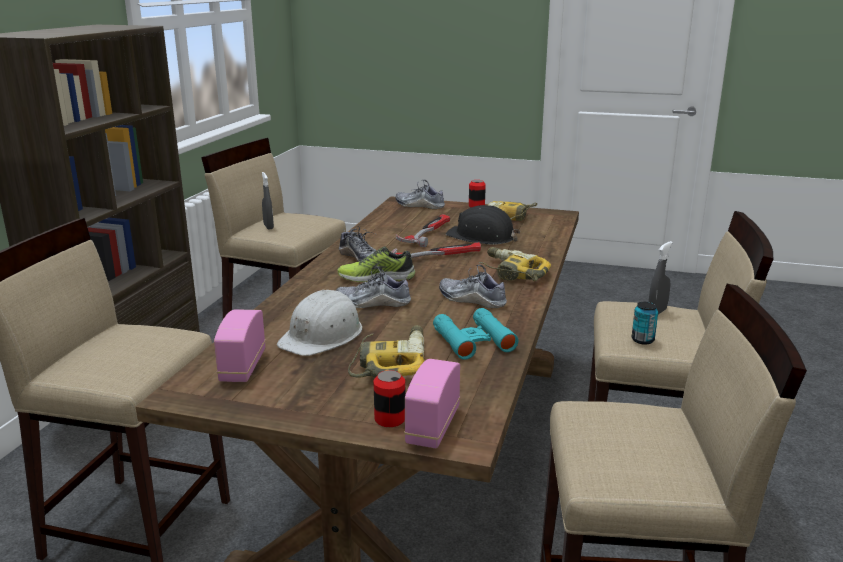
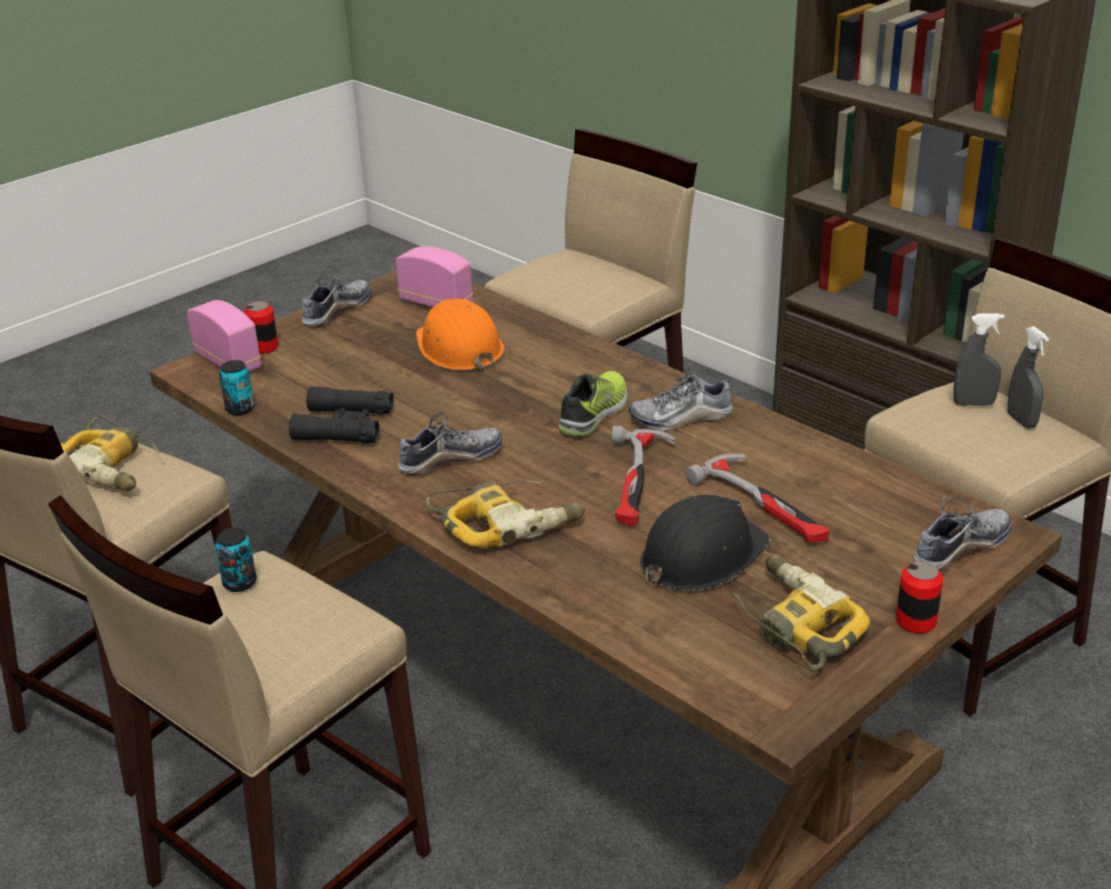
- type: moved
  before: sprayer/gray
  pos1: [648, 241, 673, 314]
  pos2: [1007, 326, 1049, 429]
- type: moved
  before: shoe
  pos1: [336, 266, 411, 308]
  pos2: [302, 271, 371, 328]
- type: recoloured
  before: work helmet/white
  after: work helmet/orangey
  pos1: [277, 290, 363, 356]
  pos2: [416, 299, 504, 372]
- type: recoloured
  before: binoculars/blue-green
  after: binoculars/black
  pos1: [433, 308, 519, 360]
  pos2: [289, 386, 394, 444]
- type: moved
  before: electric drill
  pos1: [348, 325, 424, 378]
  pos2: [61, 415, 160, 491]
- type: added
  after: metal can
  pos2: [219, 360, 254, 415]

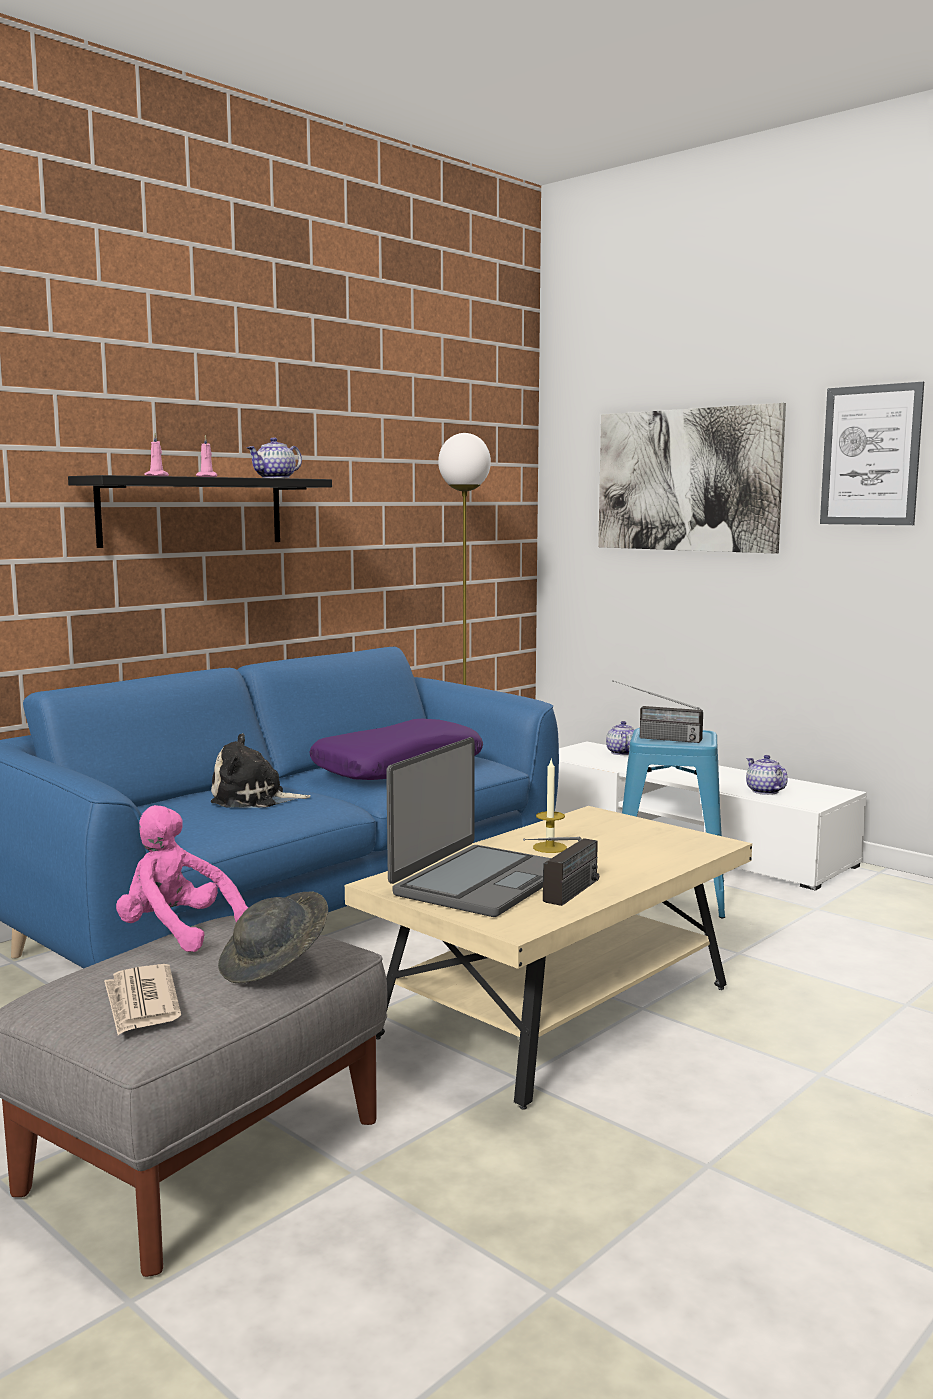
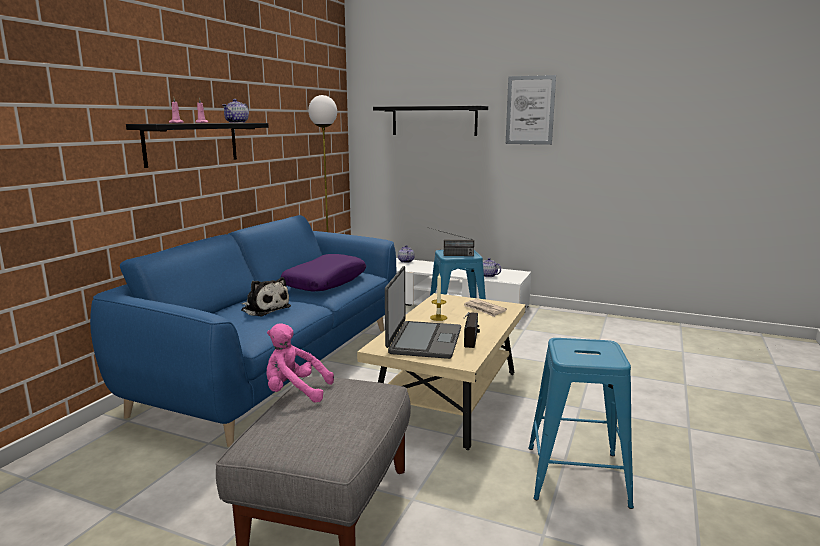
- type: replaced
  before: wall art
  after: bracket shelf/black
  pos1: [598, 403, 786, 554]
  pos2: [373, 106, 488, 136]
- type: turned
  before: soft toy
  pos1: [210, 733, 311, 808]
  pos2: [242, 277, 291, 316]
  turn: -120
- type: removed
  before: hat/gray
  pos1: [218, 891, 328, 983]
- type: moved
  before: daily paper
  pos1: [104, 964, 181, 1035]
  pos2: [463, 299, 507, 317]
- type: added
  after: sitting stool/blue
  pos2: [528, 338, 634, 509]

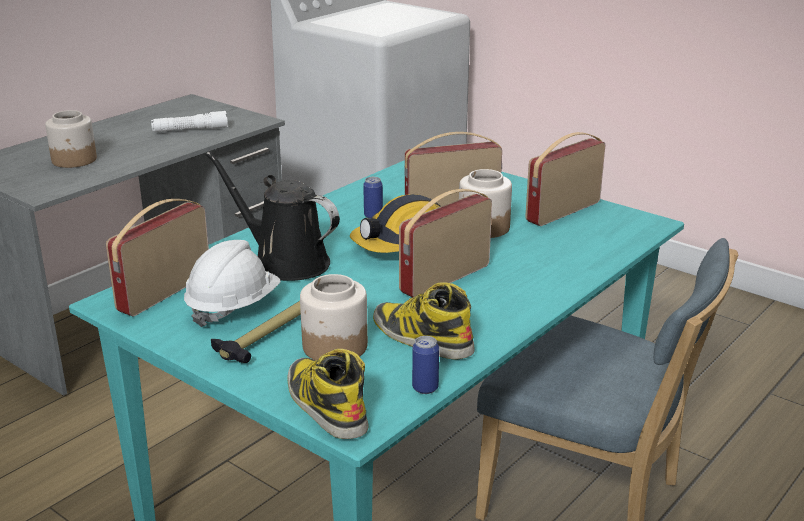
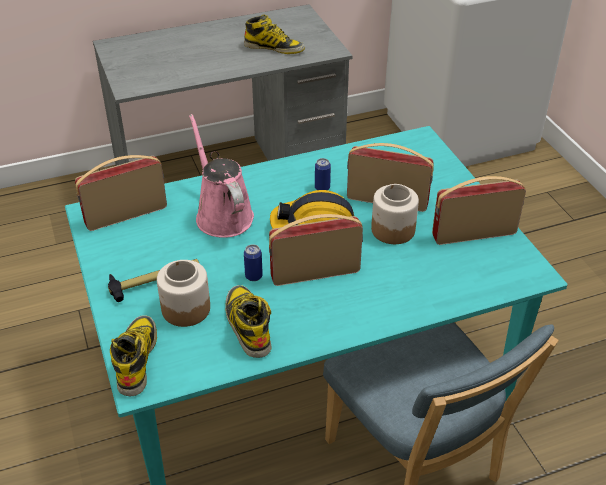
- type: removed
  before: jar
  pos1: [45, 110, 97, 168]
- type: replaced
  before: torch/white
  after: high-top boot
  pos1: [151, 111, 228, 132]
  pos2: [244, 14, 305, 54]
- type: recoloured
  before: sprinkling can/black
  after: sprinkling can/pink-coloured
  pos1: [206, 152, 340, 281]
  pos2: [189, 114, 254, 238]
- type: removed
  before: work helmet/white
  pos1: [184, 240, 281, 327]
- type: moved
  before: metal can
  pos1: [412, 336, 439, 394]
  pos2: [244, 244, 263, 281]

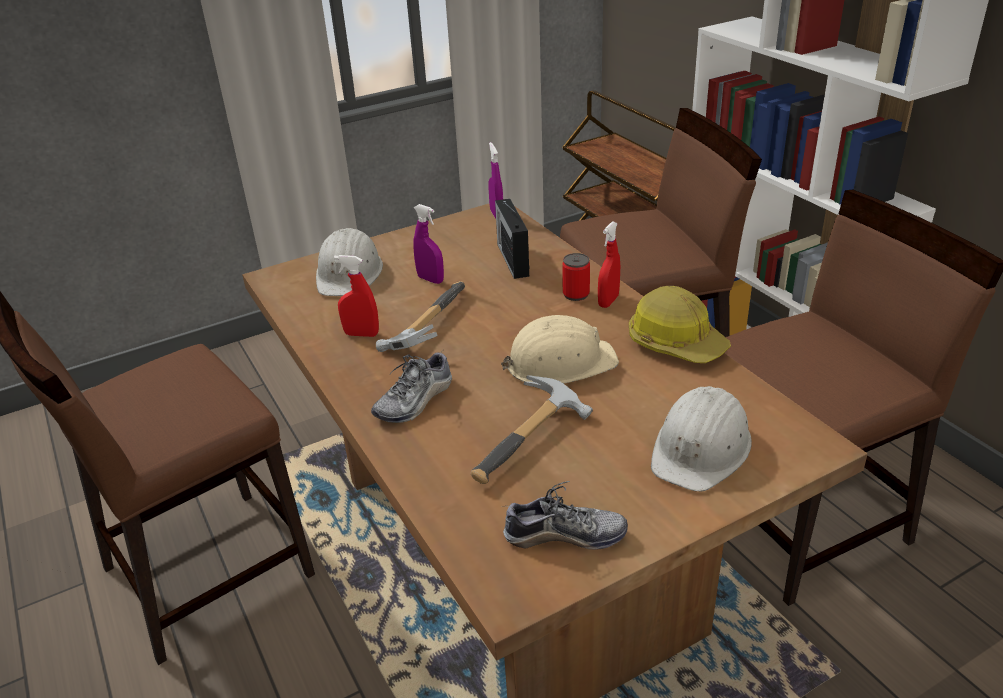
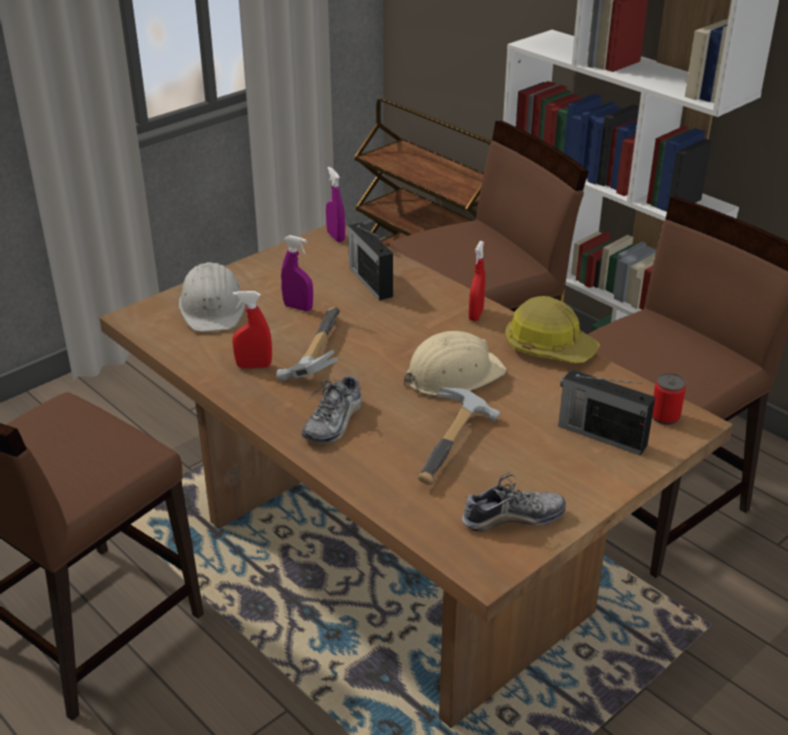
- type: moved
  before: metal can
  pos1: [562, 253, 590, 301]
  pos2: [652, 373, 686, 425]
- type: replaced
  before: work helmet/white
  after: radio set
  pos1: [651, 386, 752, 492]
  pos2: [558, 369, 655, 455]

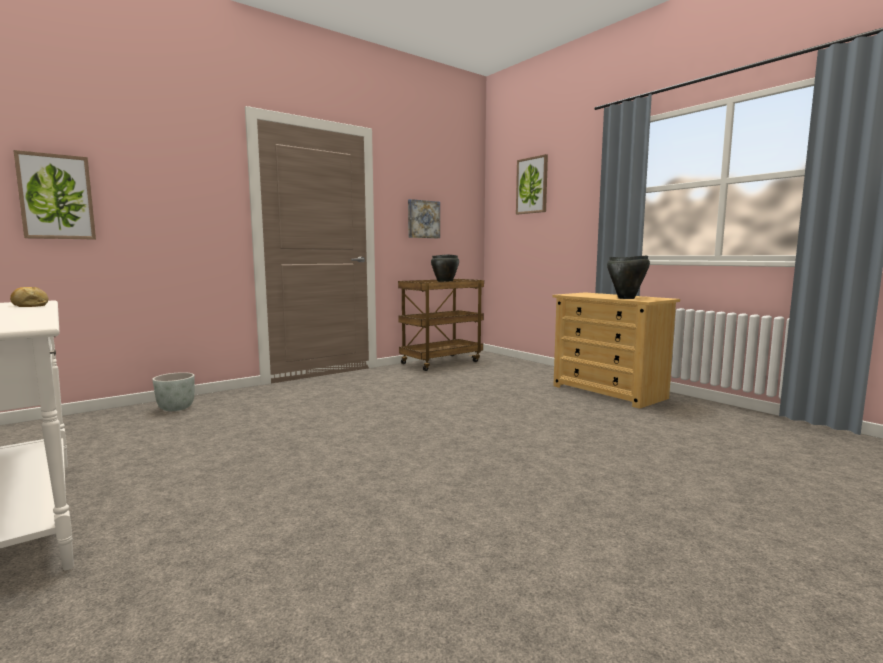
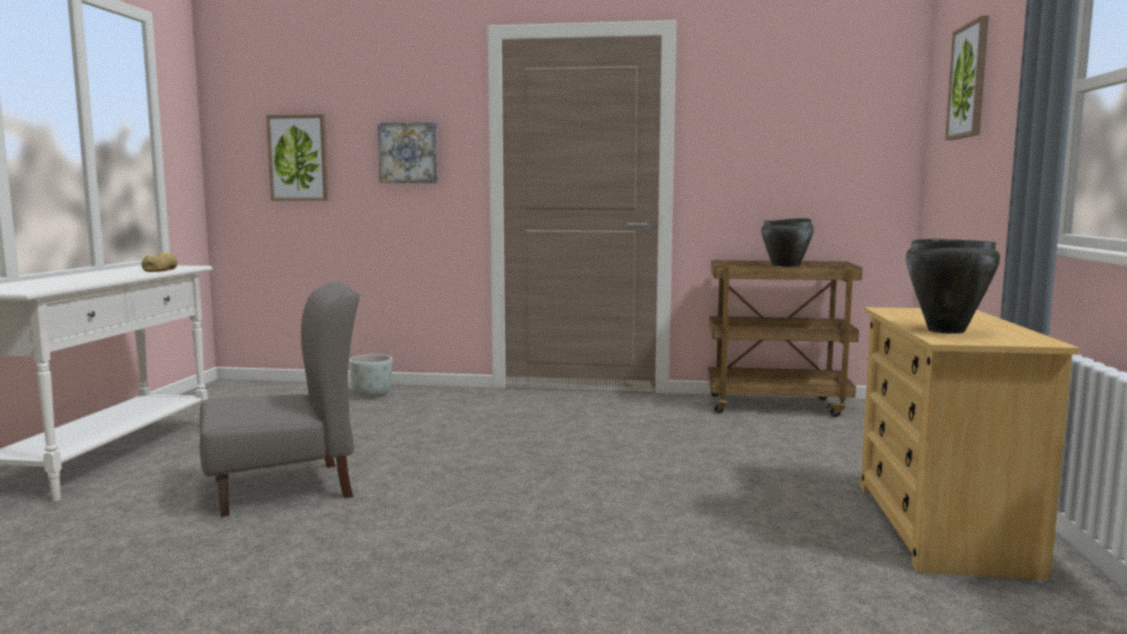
- type: moved
  before: wall art
  pos1: [408, 199, 440, 238]
  pos2: [378, 122, 438, 183]
- type: added
  after: upright chair/gray
  pos2: [200, 282, 359, 517]

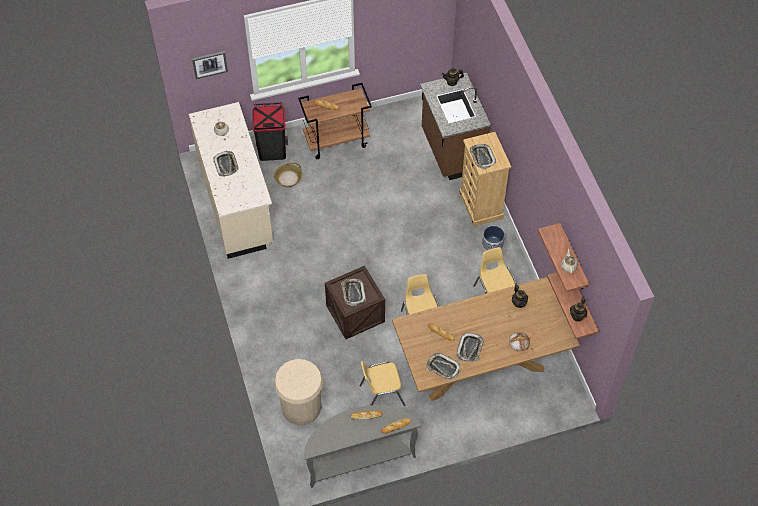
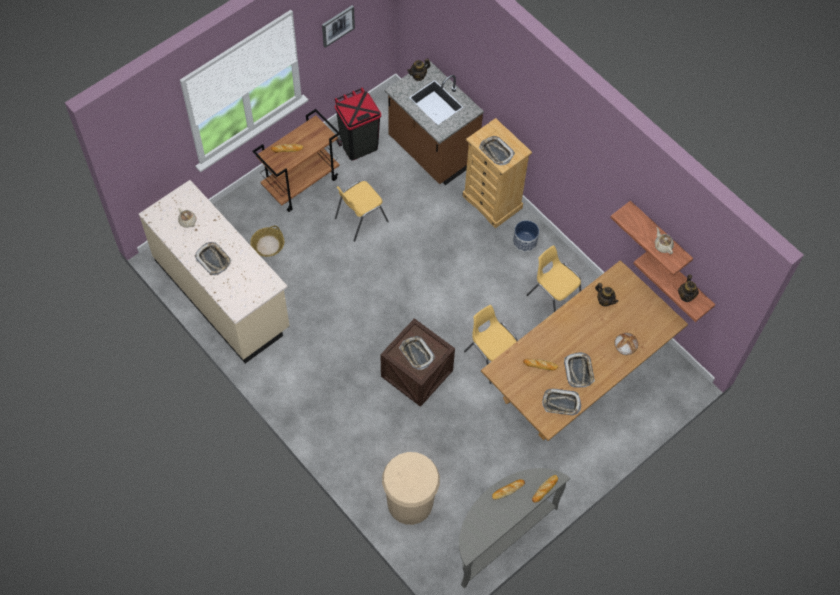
- type: moved
  before: wall art
  pos1: [192, 51, 228, 79]
  pos2: [322, 5, 355, 48]
- type: moved
  before: waste bin/black
  pos1: [252, 102, 288, 161]
  pos2: [334, 88, 381, 160]
- type: moved
  before: upright chair/yellowish
  pos1: [360, 361, 406, 406]
  pos2: [335, 181, 389, 242]

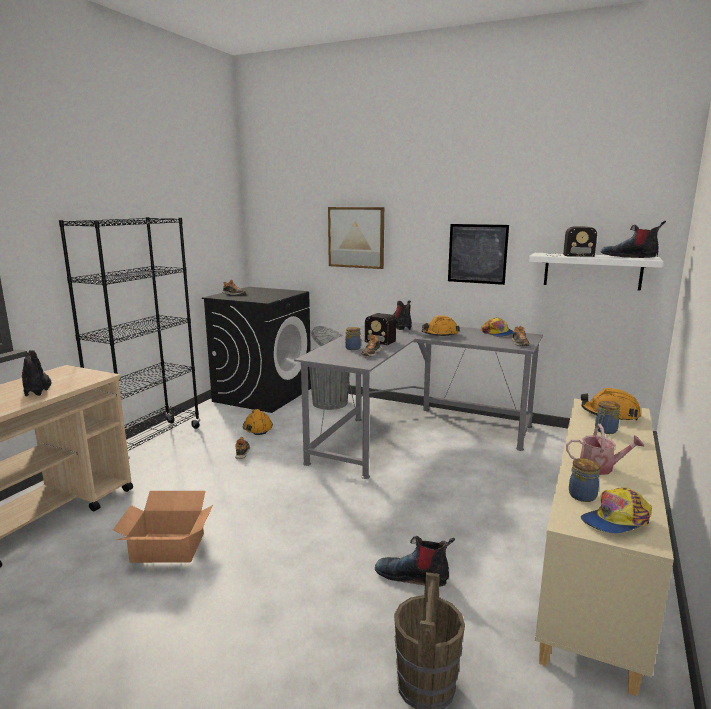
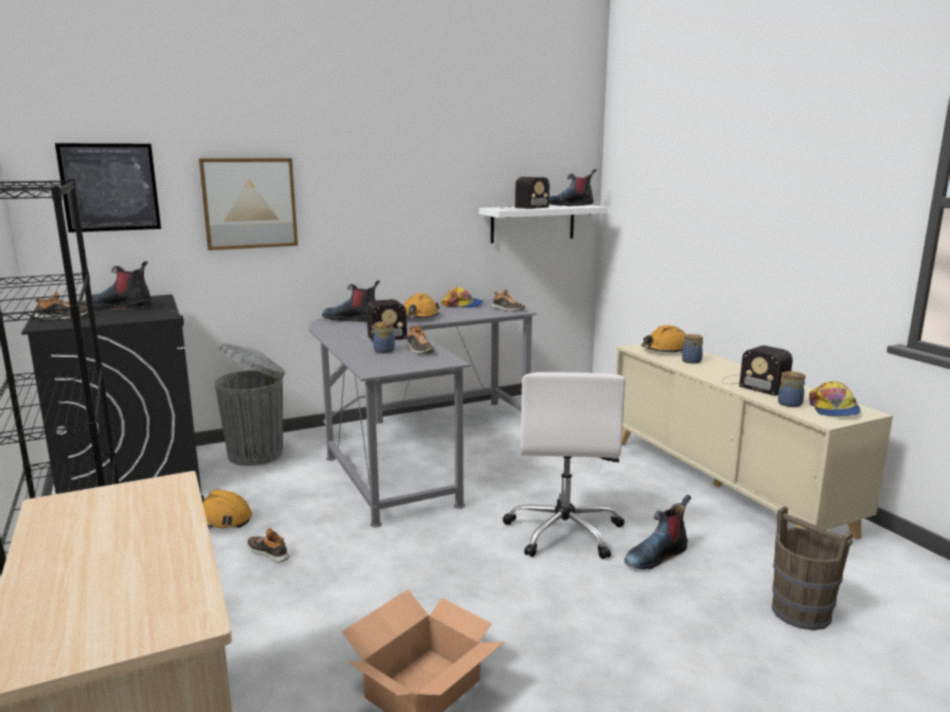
- type: moved
  before: wall art
  pos1: [448, 224, 509, 285]
  pos2: [55, 143, 161, 233]
- type: moved
  before: high-top boot
  pos1: [22, 350, 52, 397]
  pos2: [84, 261, 151, 310]
- type: replaced
  before: sprinkling can
  after: radio set
  pos1: [566, 424, 645, 475]
  pos2: [721, 345, 793, 396]
- type: added
  after: office chair/white
  pos2: [503, 372, 625, 559]

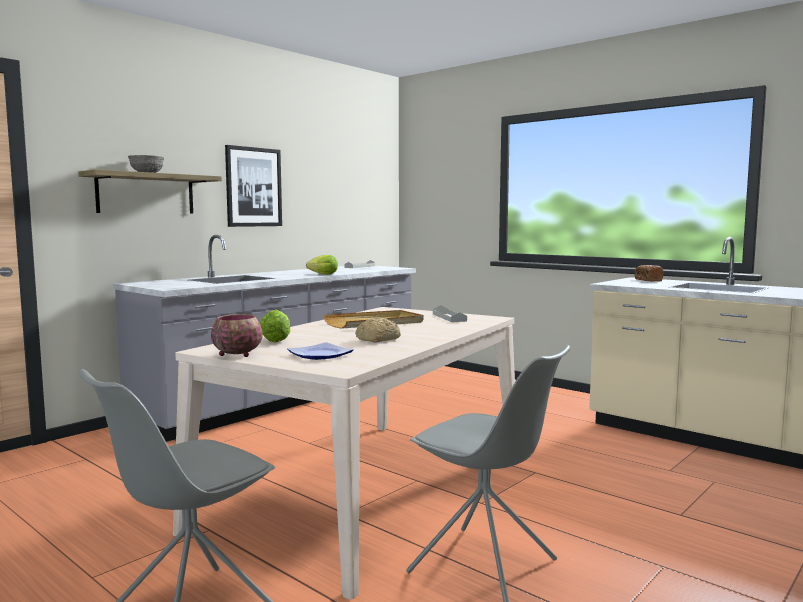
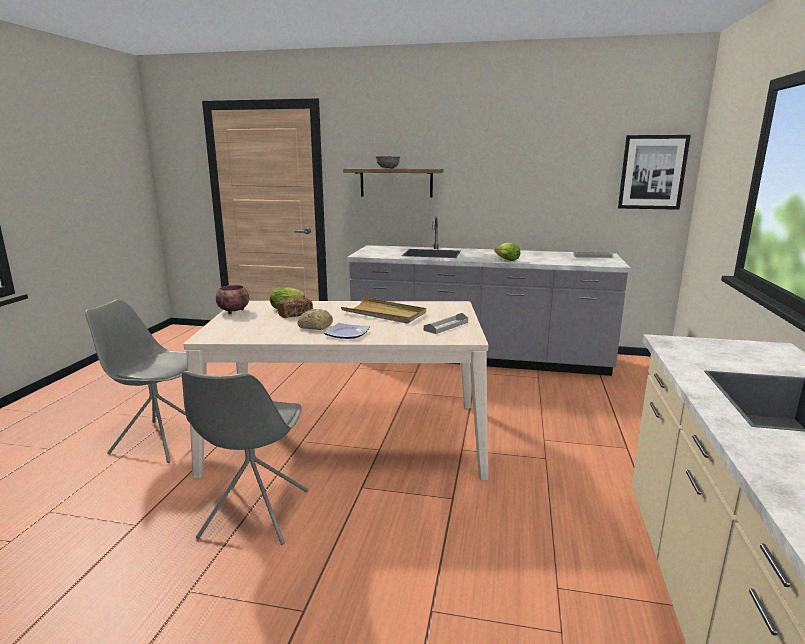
- type: moved
  before: wall art
  pos1: [225, 145, 282, 227]
  pos2: [618, 135, 691, 210]
- type: moved
  before: bread
  pos1: [635, 265, 664, 281]
  pos2: [277, 297, 313, 318]
- type: moved
  before: plate
  pos1: [287, 342, 354, 360]
  pos2: [324, 323, 370, 339]

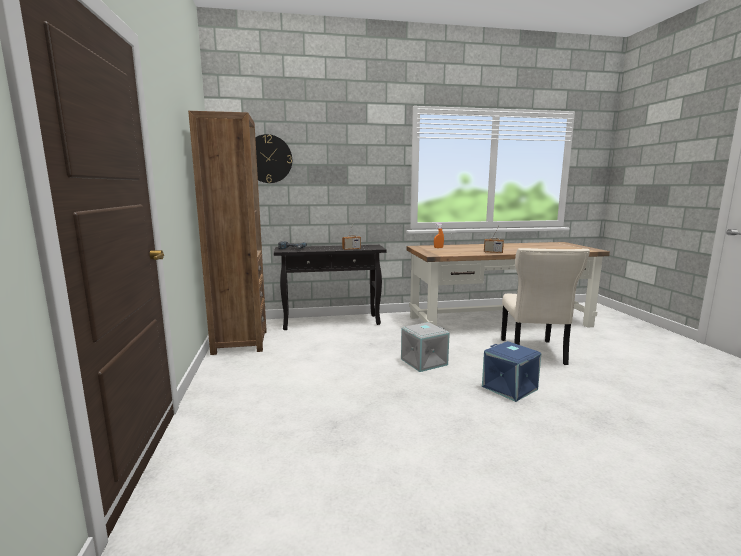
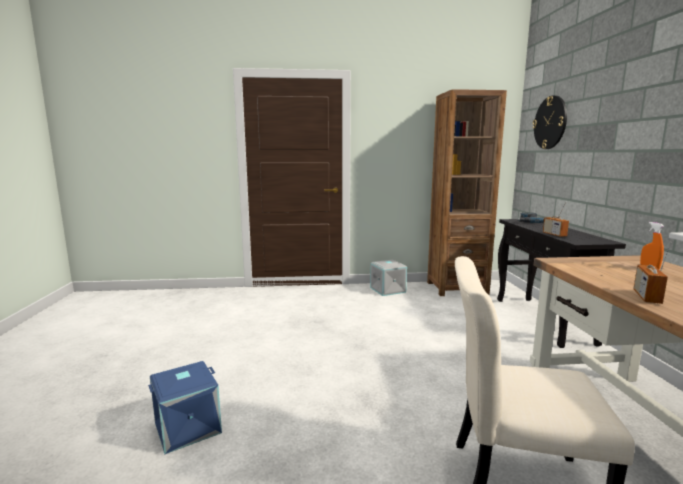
- type: moved
  before: storage bin/gray
  pos1: [401, 322, 450, 372]
  pos2: [370, 260, 407, 296]
- type: moved
  before: storage bin/blue
  pos1: [482, 341, 542, 402]
  pos2: [148, 361, 222, 455]

